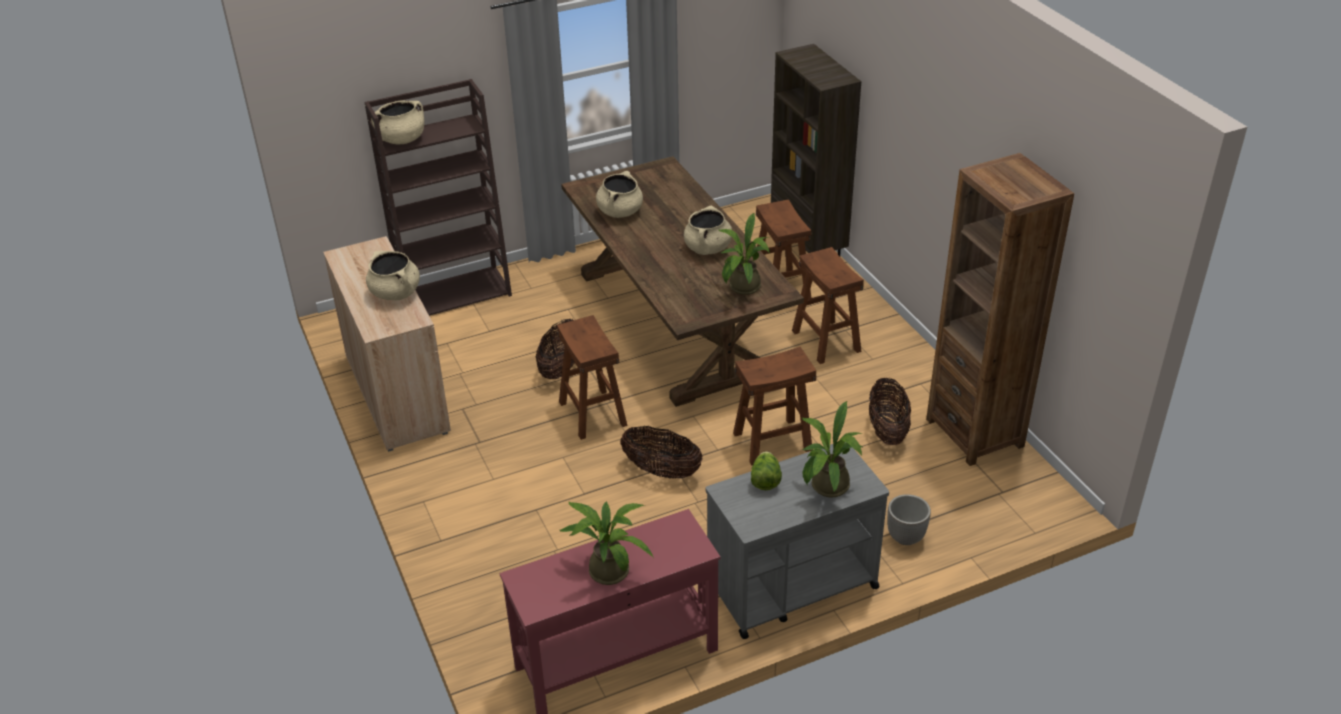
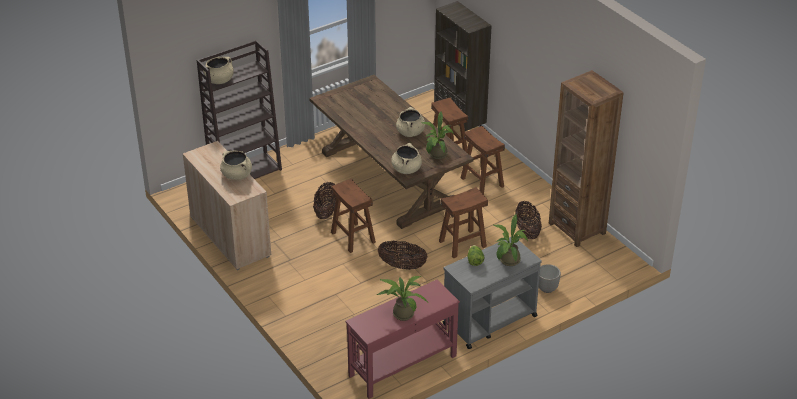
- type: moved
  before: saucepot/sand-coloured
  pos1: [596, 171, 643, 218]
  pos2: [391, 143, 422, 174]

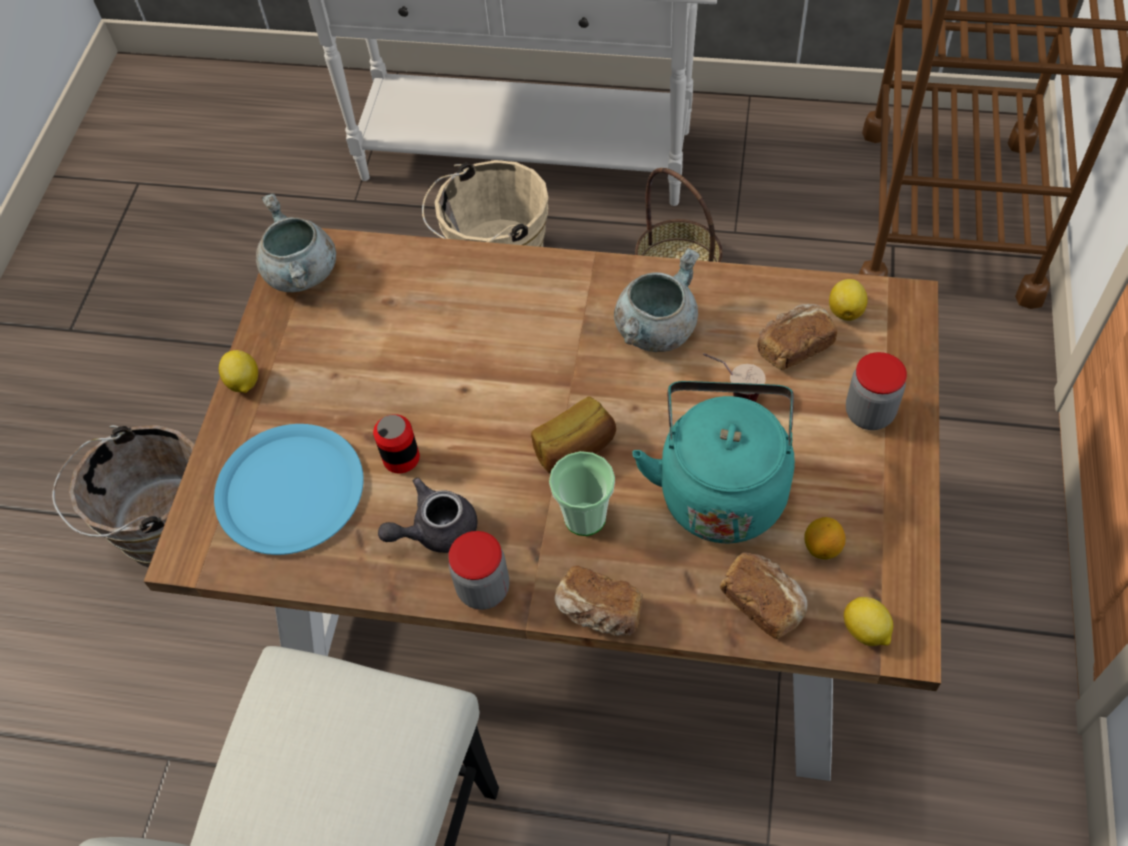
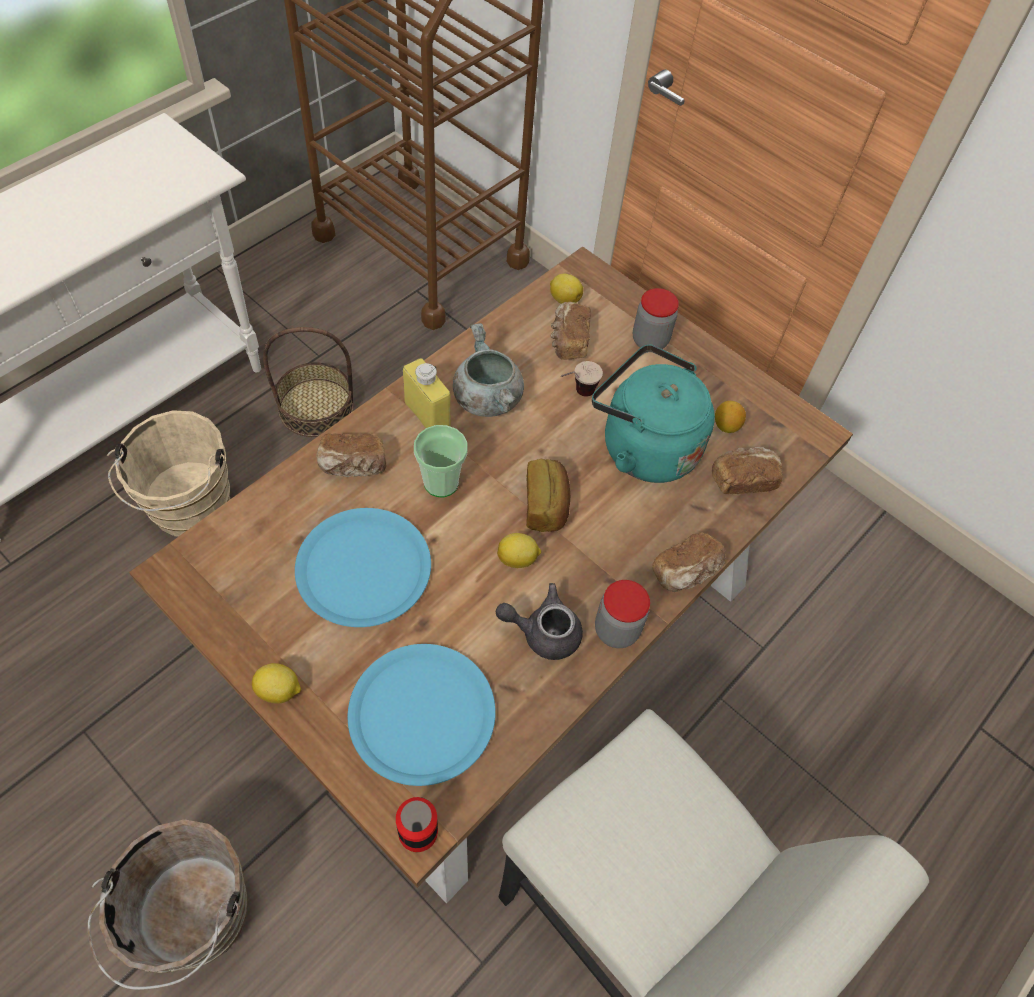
- type: removed
  before: saucepot/gray
  pos1: [256, 193, 336, 292]
- type: moved
  before: metal can
  pos1: [373, 414, 420, 474]
  pos2: [396, 797, 438, 852]
- type: moved
  before: small cup
  pos1: [549, 451, 615, 536]
  pos2: [414, 425, 468, 497]
- type: turned
  before: pot for tea/gray
  pos1: [378, 478, 477, 553]
  pos2: [496, 583, 583, 660]
  turn: 90
- type: moved
  before: whole lemon
  pos1: [844, 597, 893, 646]
  pos2: [497, 533, 541, 568]
- type: added
  after: beverage bottle/yellowish
  pos2: [403, 358, 451, 428]
- type: added
  after: bread
  pos2: [316, 433, 386, 477]
- type: added
  after: plate/blue
  pos2: [295, 508, 431, 627]

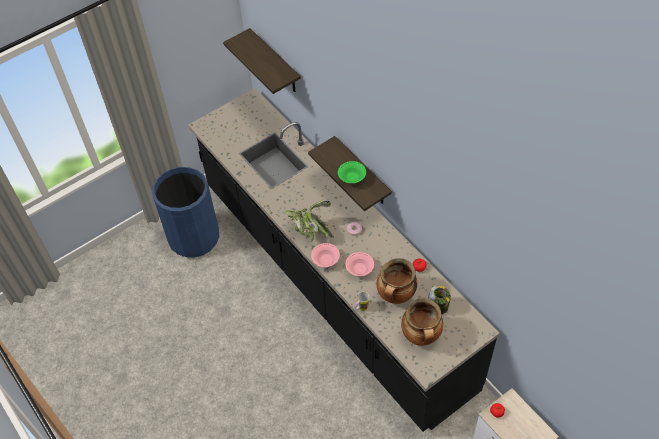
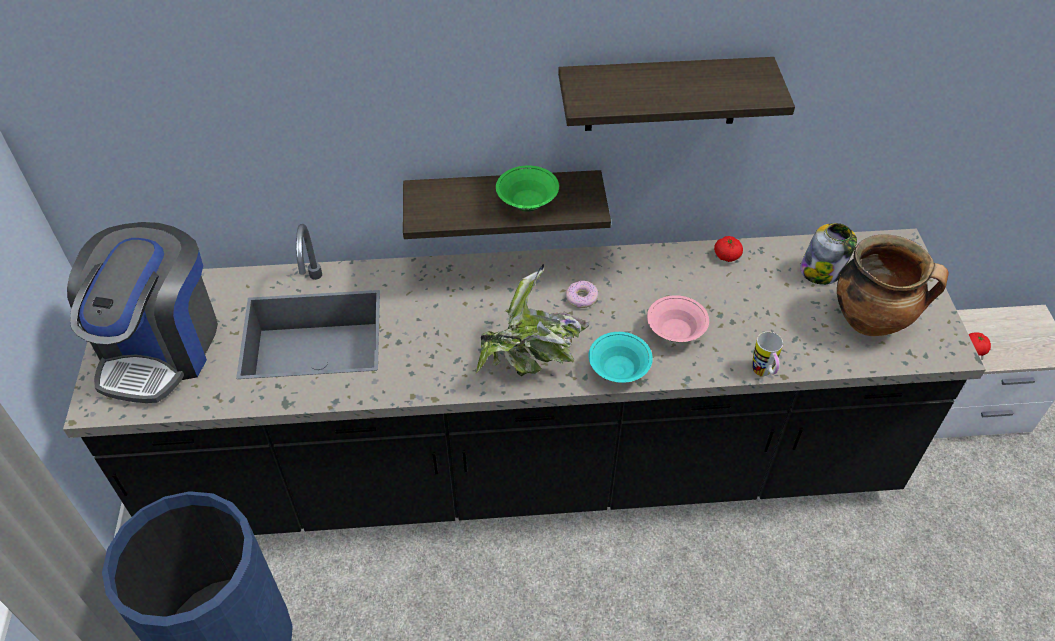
- type: moved
  before: bracket shelf
  pos1: [223, 28, 301, 94]
  pos2: [558, 57, 795, 131]
- type: recoloured
  before: serving bowl/pink-coloured
  after: serving bowl/blue-green
  pos1: [311, 243, 340, 267]
  pos2: [589, 332, 653, 383]
- type: removed
  before: saucepot
  pos1: [377, 258, 417, 304]
- type: added
  after: coffee maker
  pos2: [67, 222, 218, 403]

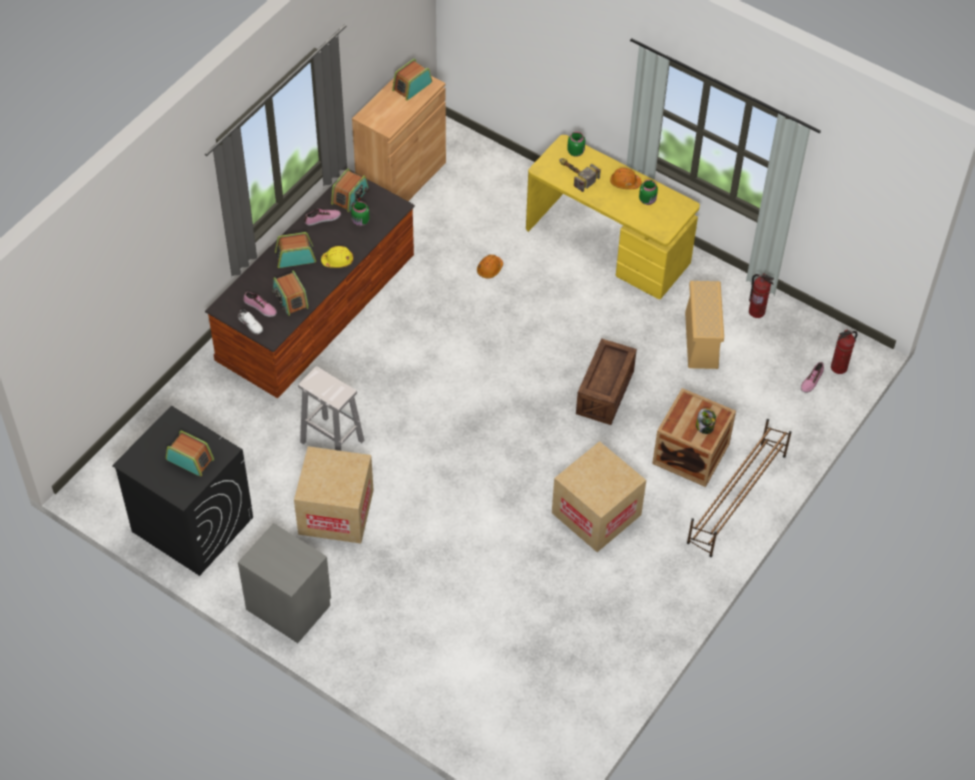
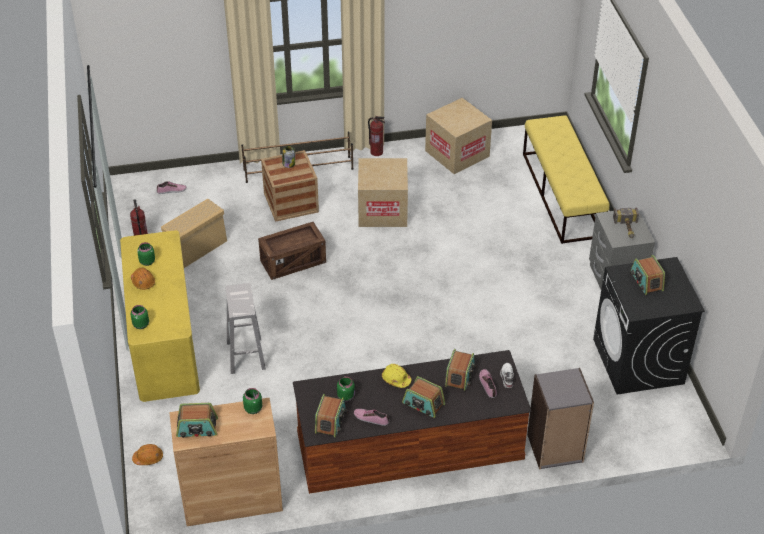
- type: moved
  before: tool hammer
  pos1: [559, 158, 601, 192]
  pos2: [613, 208, 639, 238]
- type: turned
  before: radio set
  pos1: [331, 168, 369, 212]
  pos2: [315, 394, 348, 438]
  turn: 120
- type: moved
  before: work helmet/orangey
  pos1: [477, 255, 503, 279]
  pos2: [132, 444, 163, 465]
- type: moved
  before: fire extinguisher
  pos1: [831, 330, 858, 374]
  pos2: [368, 116, 385, 156]
- type: moved
  before: sitting stool/white
  pos1: [298, 366, 364, 451]
  pos2: [225, 283, 266, 374]
- type: moved
  before: carton
  pos1: [294, 446, 374, 544]
  pos2: [425, 98, 492, 174]
- type: added
  after: long seat/yellowish
  pos2: [523, 115, 610, 244]
- type: added
  after: bookshelf/gray
  pos2: [527, 368, 594, 469]
- type: added
  after: jar/green
  pos2: [243, 388, 262, 414]

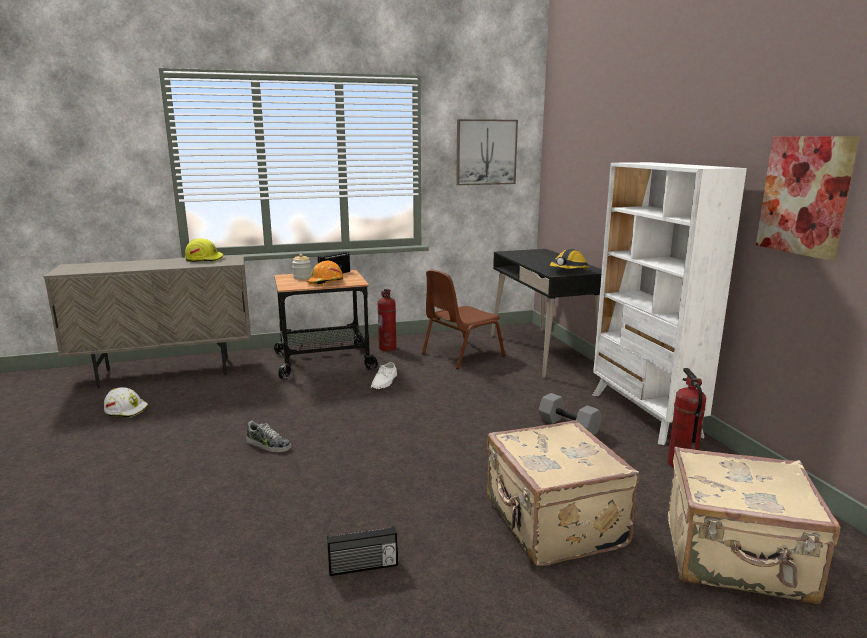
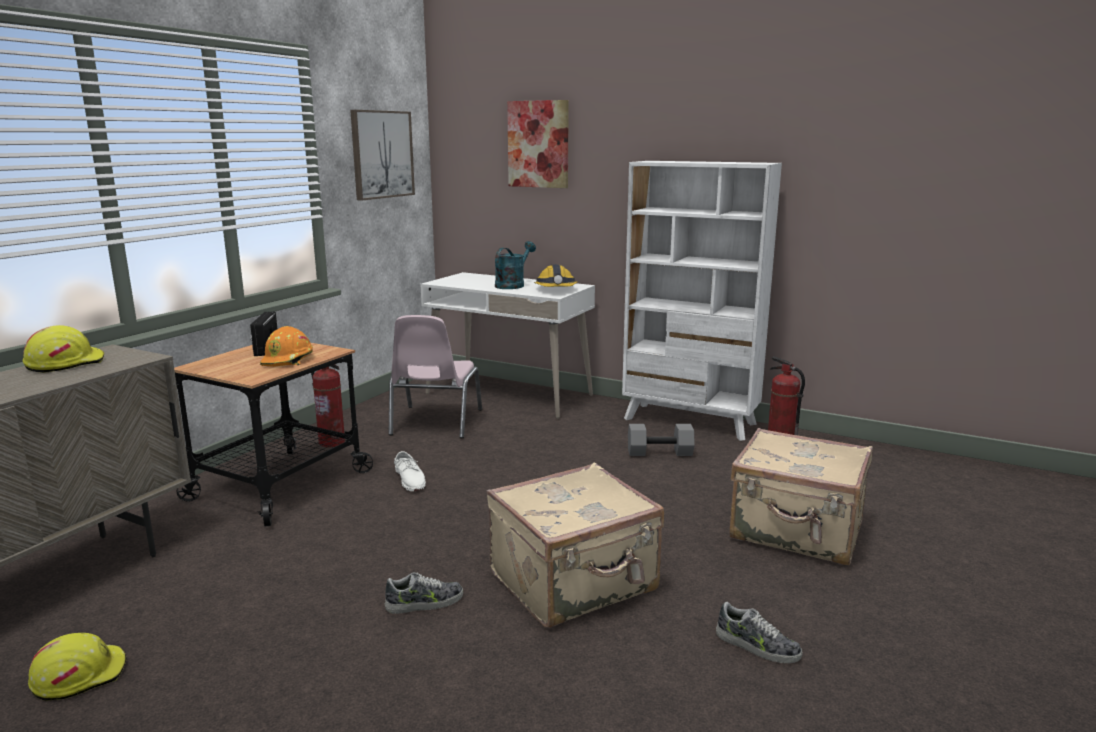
- type: moved
  before: wall art
  pos1: [756, 137, 859, 261]
  pos2: [507, 100, 569, 188]
- type: recoloured
  before: desk unit/black
  after: desk unit/white
  pos1: [491, 249, 602, 378]
  pos2: [420, 272, 595, 419]
- type: removed
  before: jar
  pos1: [292, 254, 311, 279]
- type: recoloured
  before: upright chair/brownish
  after: upright chair/pink-coloured
  pos1: [422, 270, 505, 369]
  pos2: [389, 315, 482, 438]
- type: recoloured
  before: work helmet/white
  after: work helmet/yellowish
  pos1: [104, 387, 148, 418]
  pos2: [28, 633, 127, 701]
- type: moved
  before: piece of luggage/sand-coloured
  pos1: [668, 447, 840, 604]
  pos2: [487, 462, 664, 628]
- type: replaced
  before: radio set
  after: shoe
  pos1: [327, 525, 398, 576]
  pos2: [716, 602, 803, 663]
- type: added
  after: sprinkling can/blue-green
  pos2: [495, 241, 536, 289]

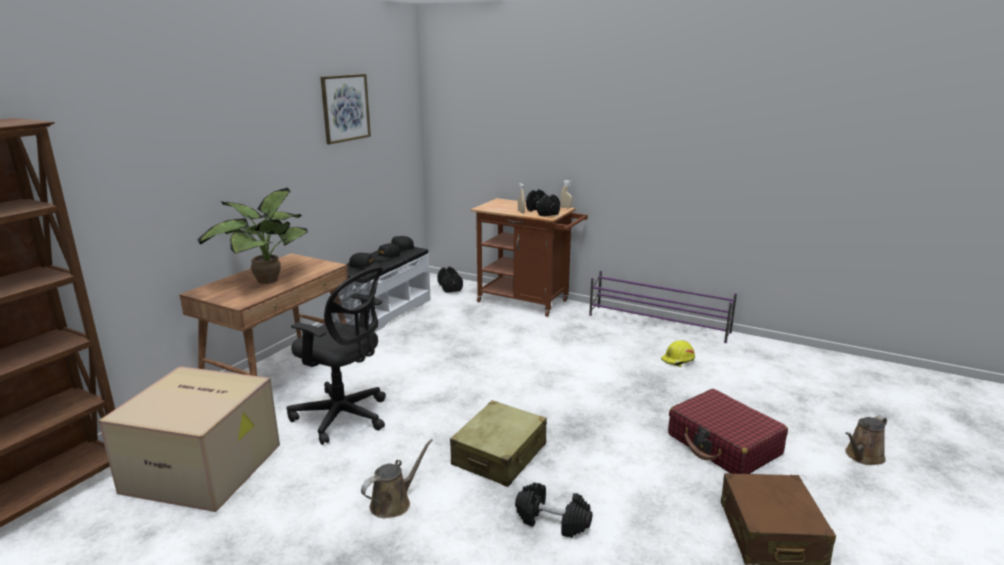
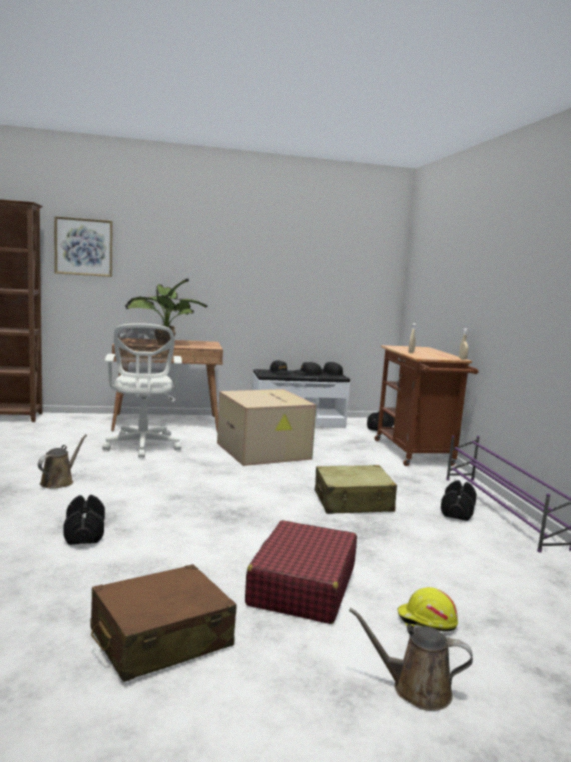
- type: moved
  before: wall art
  pos1: [320, 74, 371, 144]
  pos2: [54, 216, 113, 277]
- type: moved
  before: hand weight/black
  pos1: [526, 189, 560, 217]
  pos2: [441, 480, 477, 521]
- type: recoloured
  before: office chair/black
  after: office chair/white
  pos1: [287, 267, 386, 445]
  pos2: [102, 323, 182, 458]
- type: moved
  before: work helmet/yellowish
  pos1: [661, 340, 695, 367]
  pos2: [398, 587, 458, 631]
- type: moved
  before: carton
  pos1: [98, 366, 280, 512]
  pos2: [217, 389, 316, 466]
- type: moved
  before: piece of luggage/sand-coloured
  pos1: [450, 400, 547, 487]
  pos2: [315, 465, 397, 514]
- type: turned
  before: sprinkling can/brownish
  pos1: [361, 439, 433, 518]
  pos2: [38, 434, 87, 489]
  turn: -75

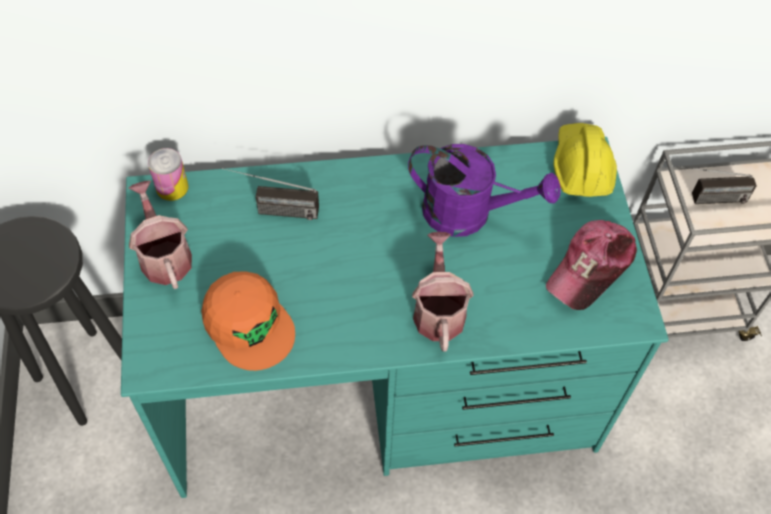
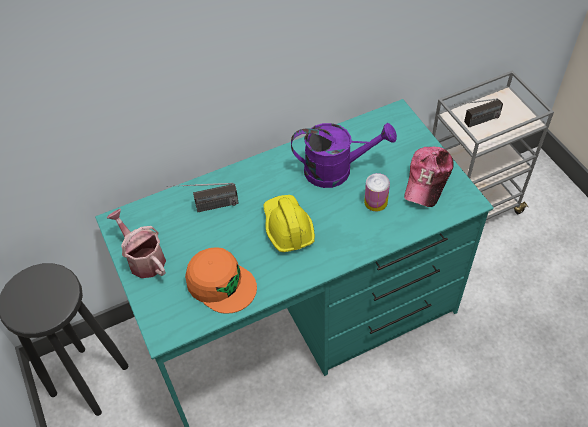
- type: moved
  before: work helmet/yellowish
  pos1: [554, 123, 617, 197]
  pos2: [263, 195, 315, 252]
- type: moved
  before: metal can
  pos1: [148, 148, 188, 201]
  pos2: [364, 173, 390, 211]
- type: removed
  before: sprinkling can
  pos1: [412, 232, 474, 351]

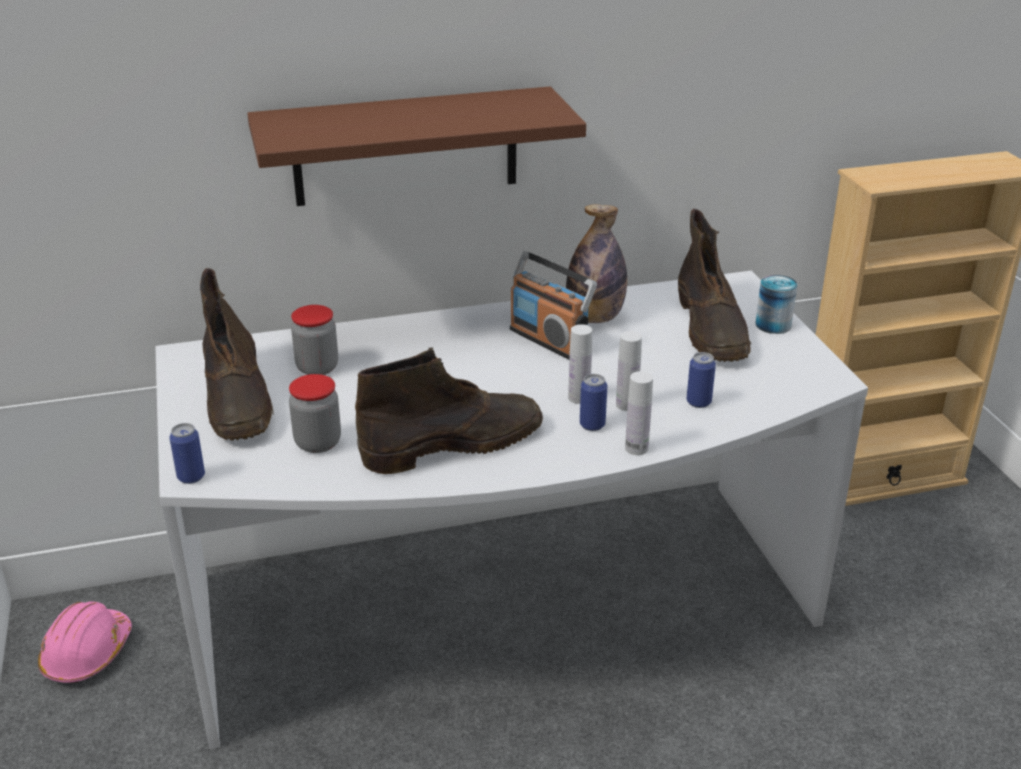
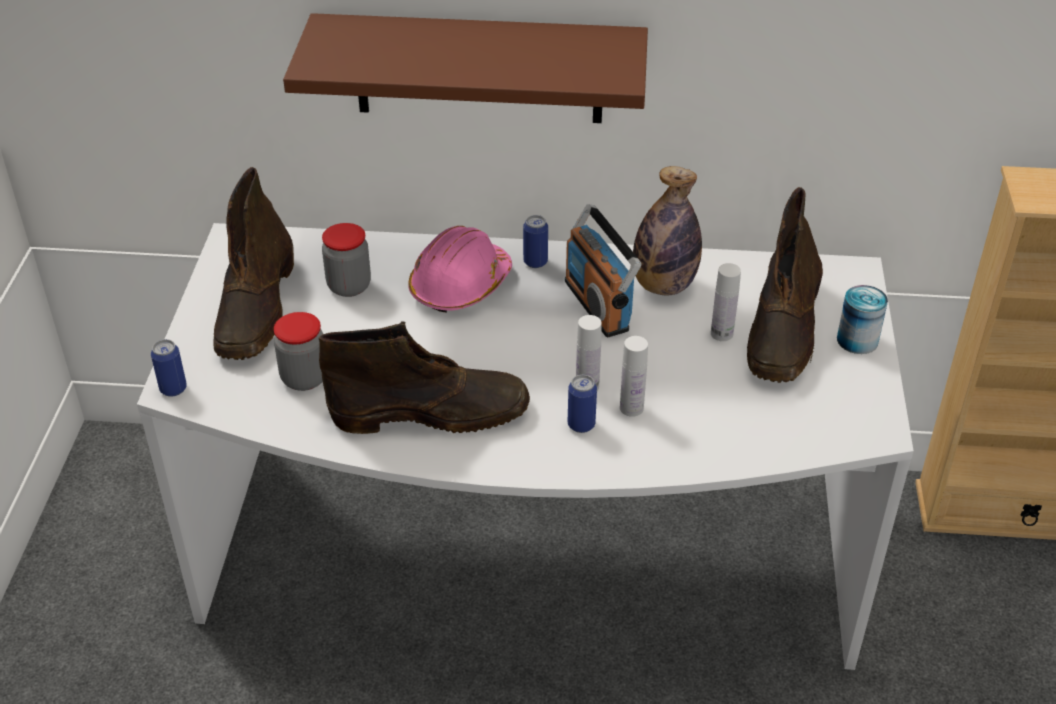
- type: moved
  before: metal can
  pos1: [687, 352, 716, 408]
  pos2: [523, 215, 548, 268]
- type: moved
  before: beverage bottle/white
  pos1: [625, 371, 653, 455]
  pos2: [711, 263, 741, 341]
- type: moved
  before: work helmet/pink-coloured
  pos1: [38, 601, 132, 683]
  pos2: [408, 226, 512, 313]

